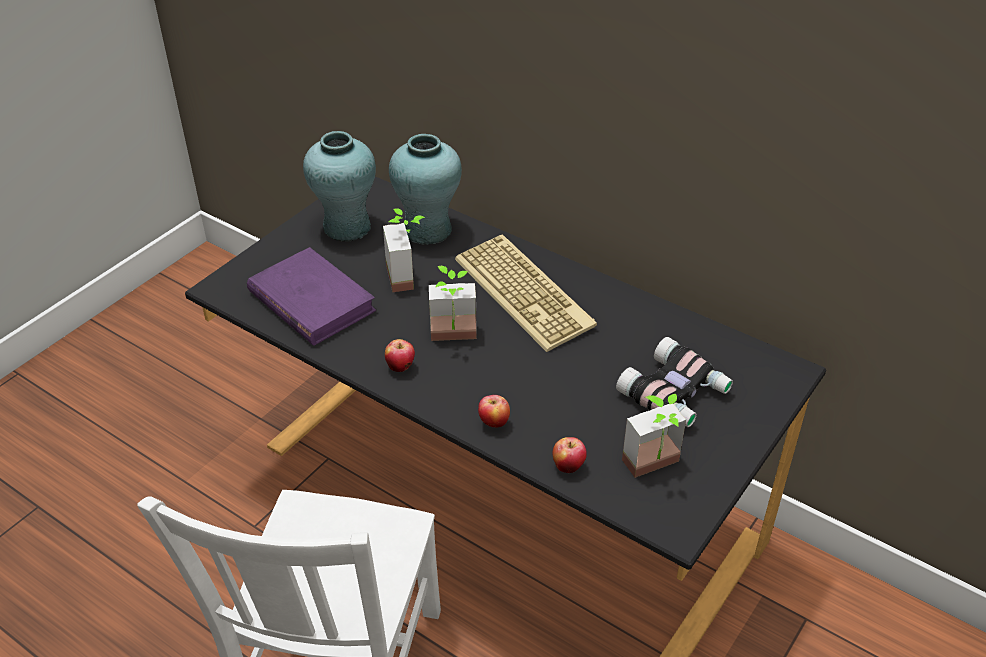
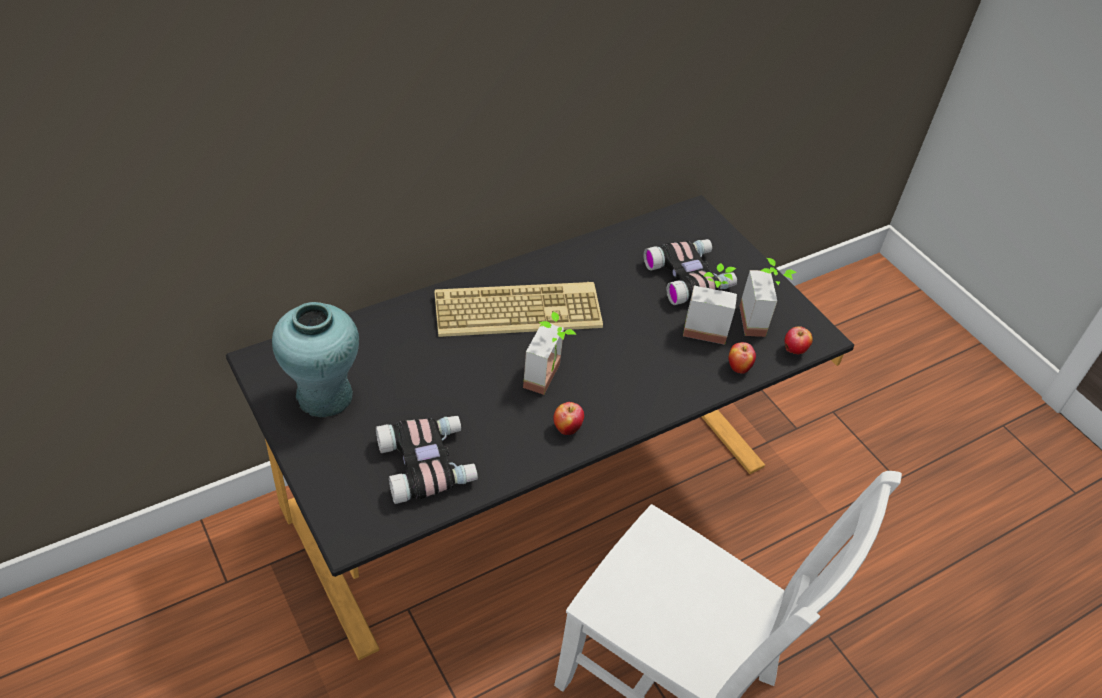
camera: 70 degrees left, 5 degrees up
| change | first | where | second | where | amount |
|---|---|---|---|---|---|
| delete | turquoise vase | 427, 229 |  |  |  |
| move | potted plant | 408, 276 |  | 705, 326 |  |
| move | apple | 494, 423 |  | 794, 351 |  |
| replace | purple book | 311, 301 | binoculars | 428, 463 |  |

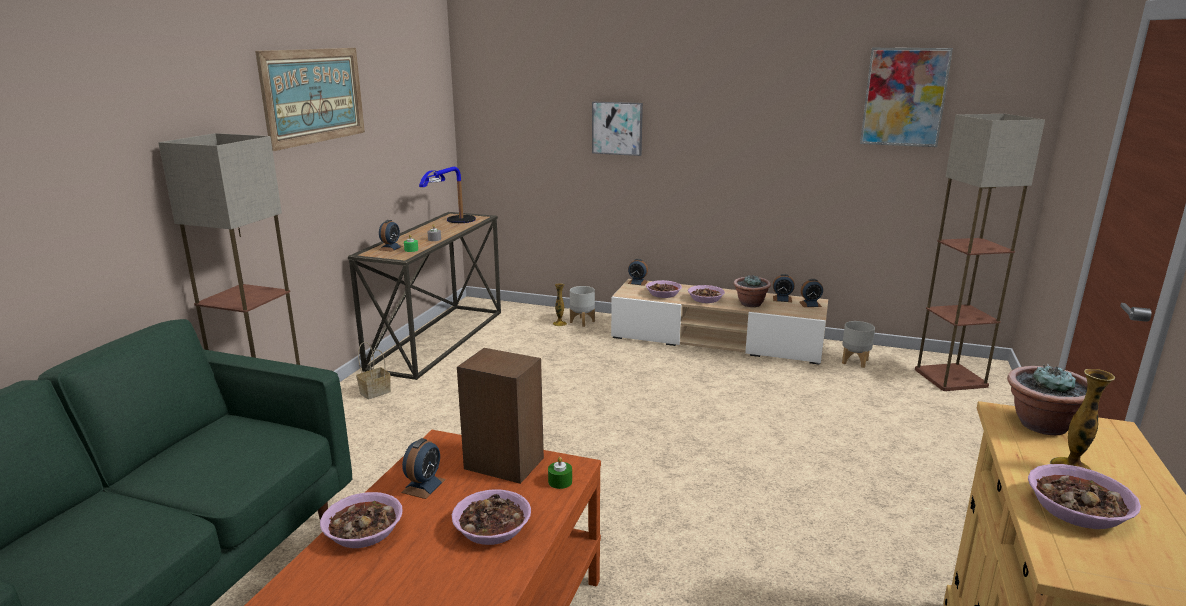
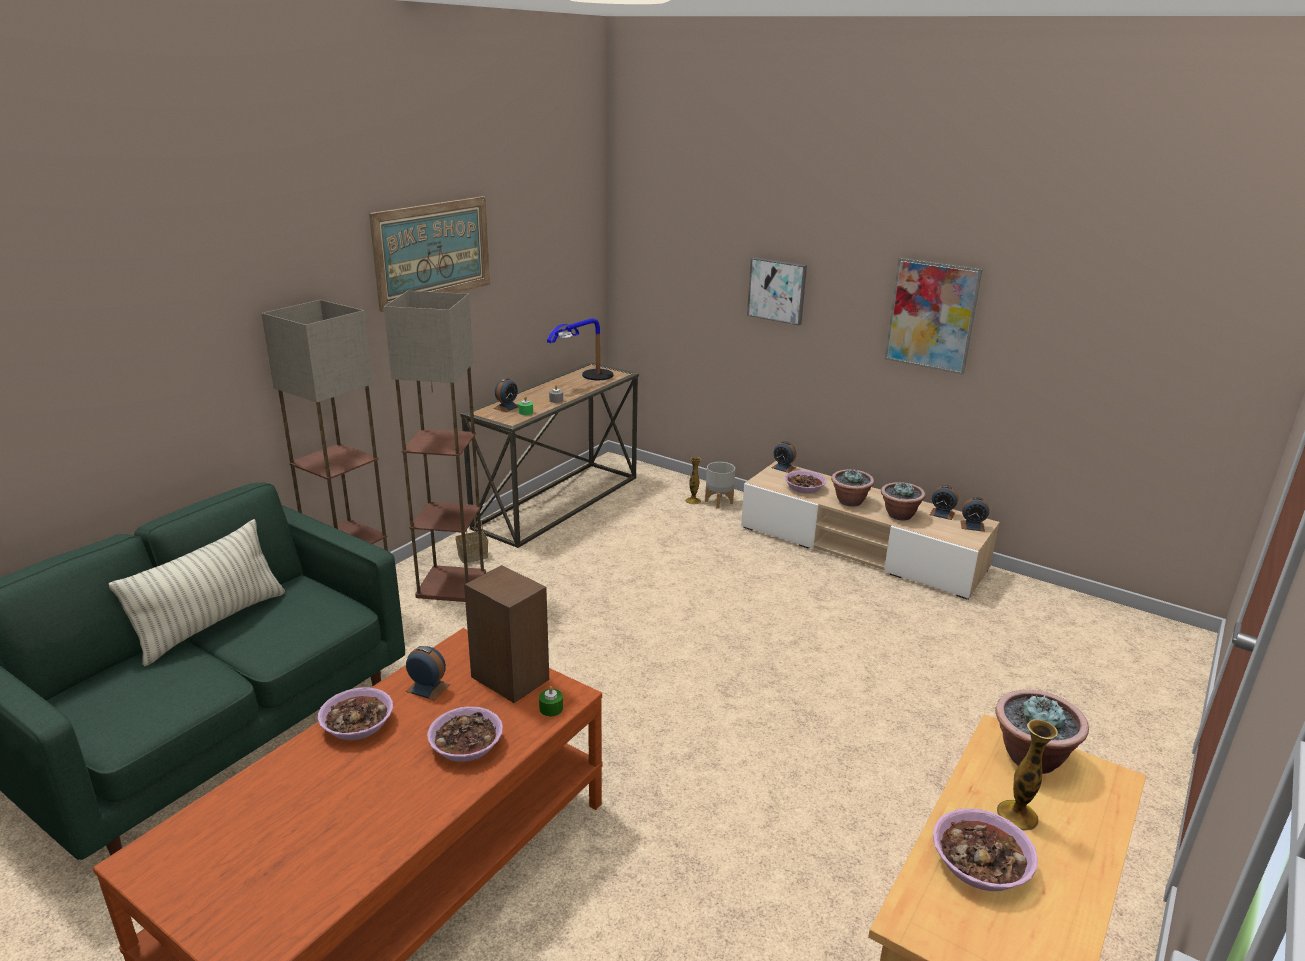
camera: 15 degrees right, 5 degrees up
| change | first | where | second | where | amount |
|---|---|---|---|---|---|
| delete | grey planter | 855, 362 |  |  |  |
| insert |  |  | pillow | 212, 624 |  |
| move | picture | 904, 97 |  | 932, 315 |  |
| move | floor lamp | 952, 378 |  | 452, 585 |  |
| replace | bowl | 705, 299 | potted plant | 850, 501 |  |
| rotate | alarm clock | 423, 486 |  | 428, 688 | 105 degrees counterclockwise |

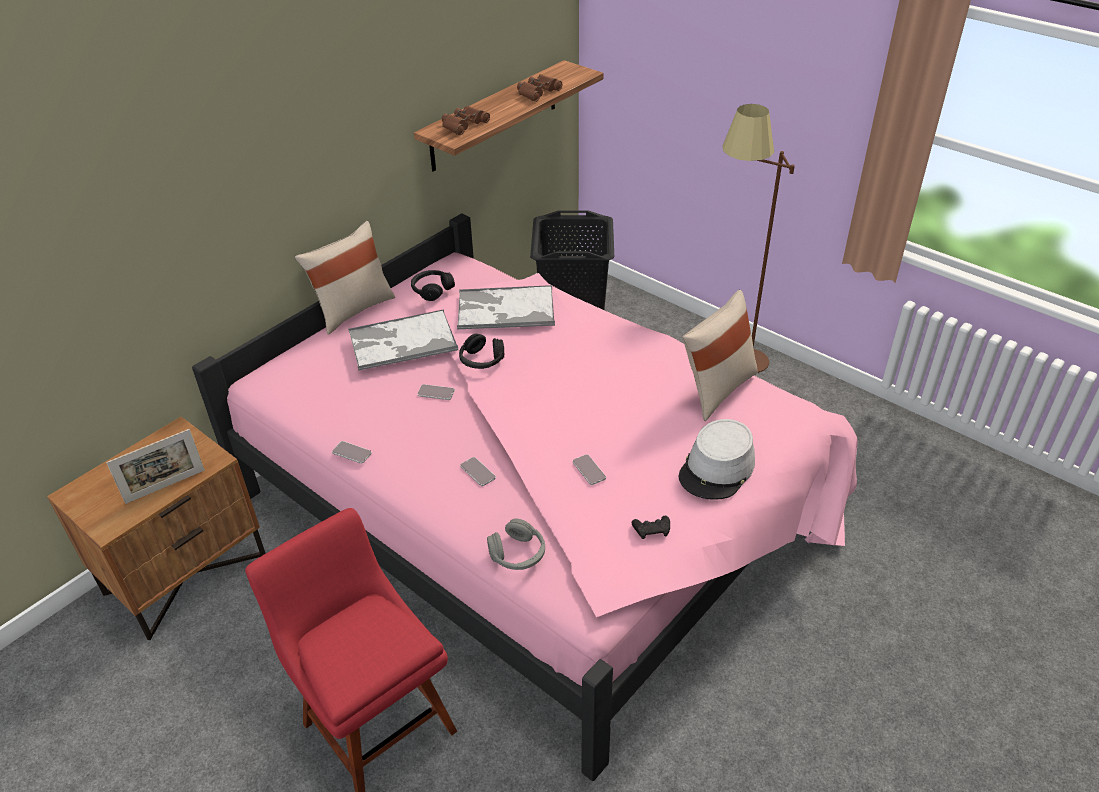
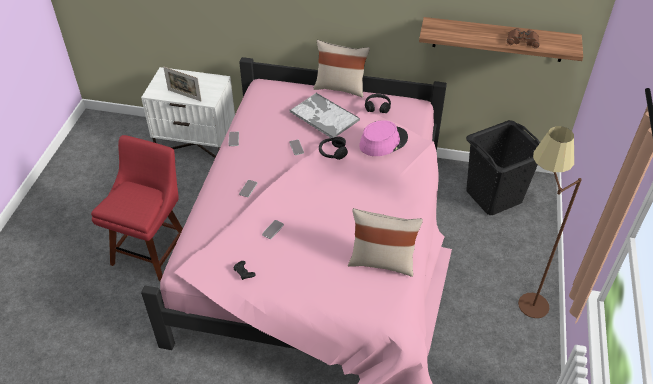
camera: 60 degrees right, 5 degrees up
| change | first | where | second | where | amount |
|---|---|---|---|---|---|
| delete | brown binoculars | 464, 124 |  |  |  |
| delete | grey headphones | 518, 554 |  |  |  |
| delete | grey hat | 717, 469 |  |  |  |
| replace | tray | 505, 309 | pink hat | 383, 142 |  |
| recolor | brown nightstand | 185, 572 | white nightstand | 196, 143 |  |

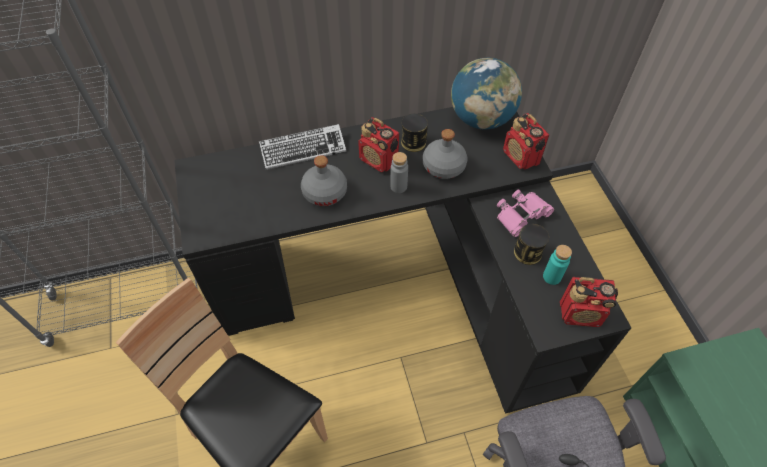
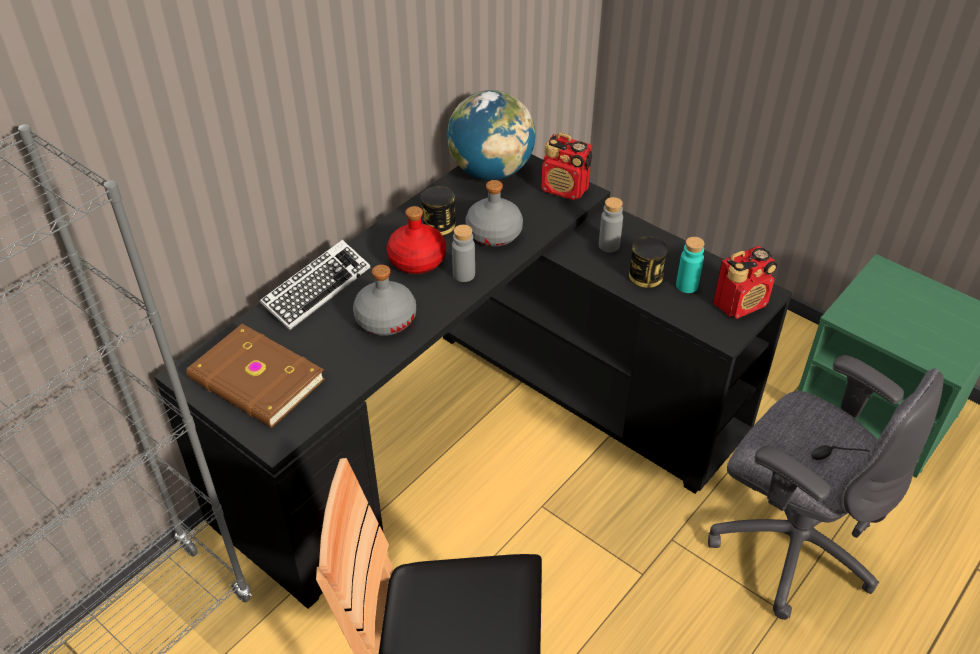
camera: 35 degrees left, 10 degrees down
| change | first | where | second | where | amount |
|---|---|---|---|---|---|
| insert |  |  | brown book | 255, 381 |  |
| replace | radio | 379, 161 | red bottle | 417, 260 |  |
| replace | pink binoculars | 521, 215 | grey bottle | 609, 245 |  |

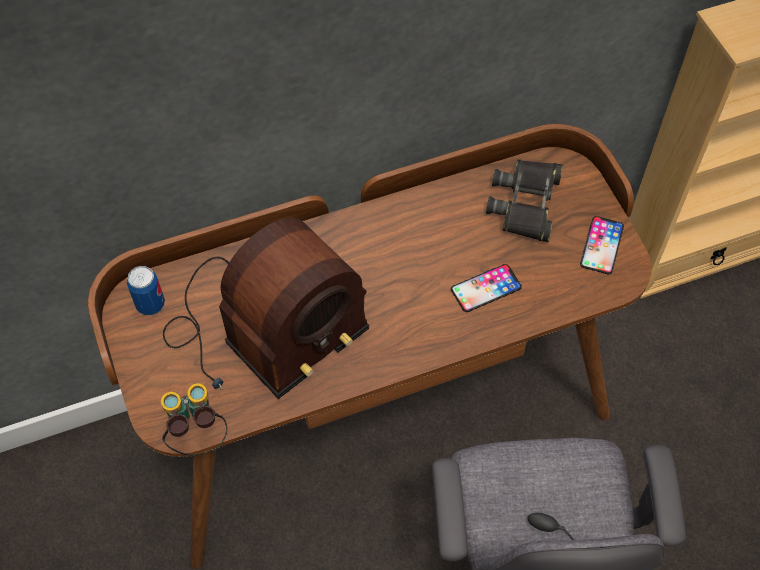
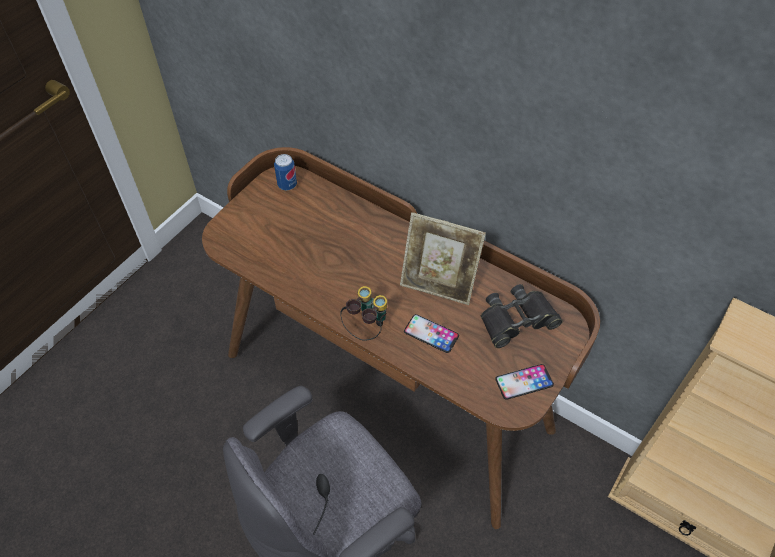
camera: 55 degrees right, 5 degrees down
| change | first | where | second | where | amount |
|---|---|---|---|---|---|
| delete | radio | 262, 330 |  |  |  |
| insert |  |  | picture frame | 438, 284 |  |
| move | binoculars | 197, 436 |  | 366, 328 |  |

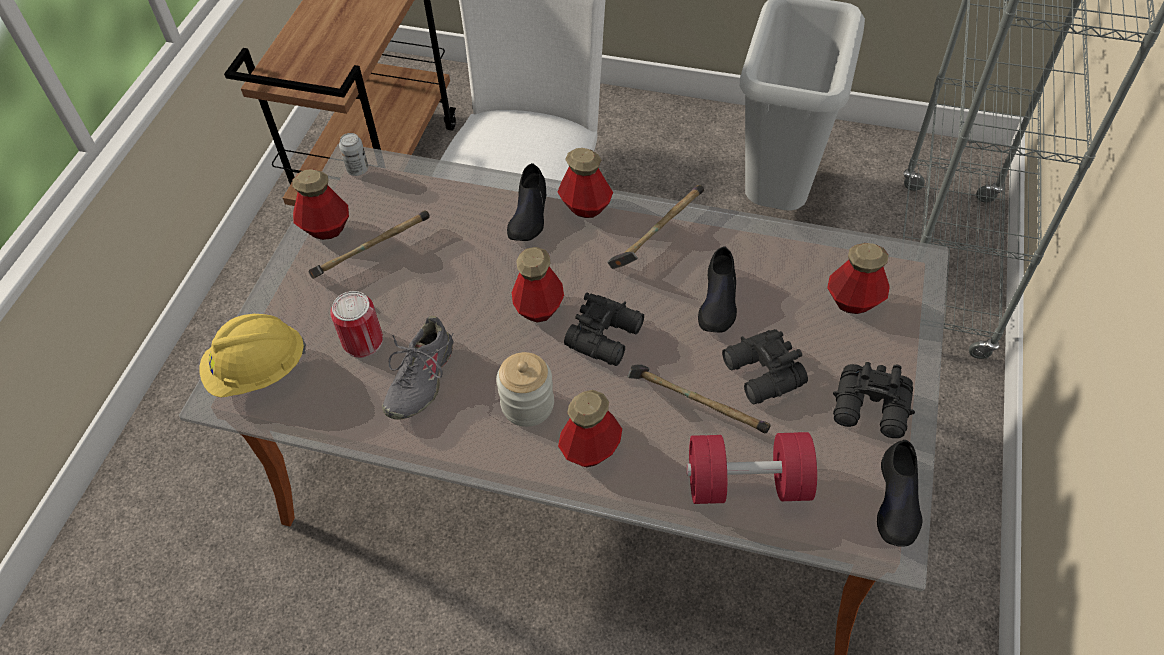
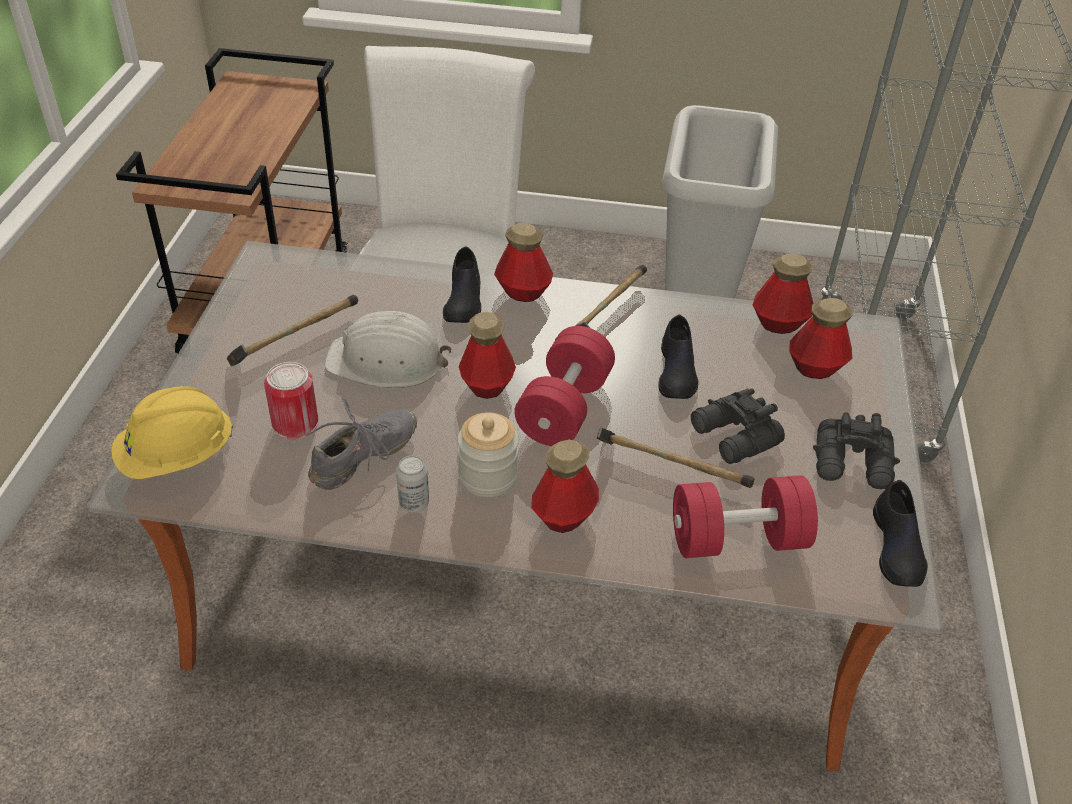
camera: 10 degrees left, 10 degrees down
| change | first | where | second | where | amount |
|---|---|---|---|---|---|
| insert |  |  | white hard hat | 387, 361 |  |
| move | bottle | 326, 228 |  | 779, 323 |  |
| move | can | 357, 169 |  | 414, 503 |  |
| replace | black binoculars | 607, 336 | red dumbbell | 564, 408 |  |
| rotate | grey shoe | 420, 379 |  | 364, 457 | 150 degrees counterclockwise |

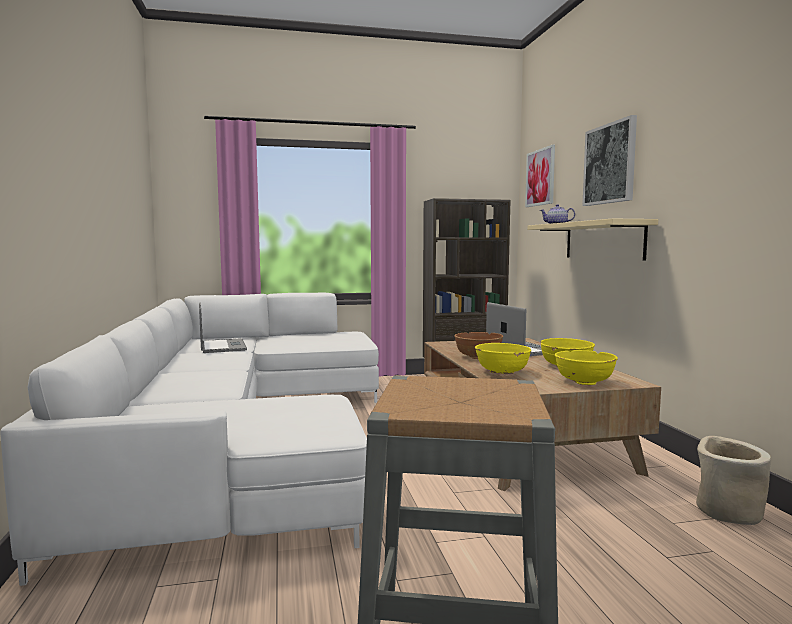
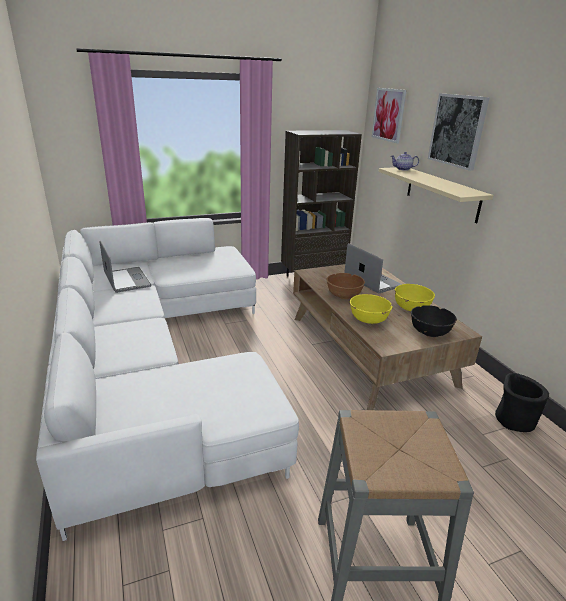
camera: 10 degrees left, 20 degrees up
| change | first | where | second | where | amount |
|---|---|---|---|---|---|
| recolor | yellow bowl | 584, 381 | black bowl | 429, 332 |  |
| recolor | beige planter | 726, 511 | black planter | 513, 420 |  |

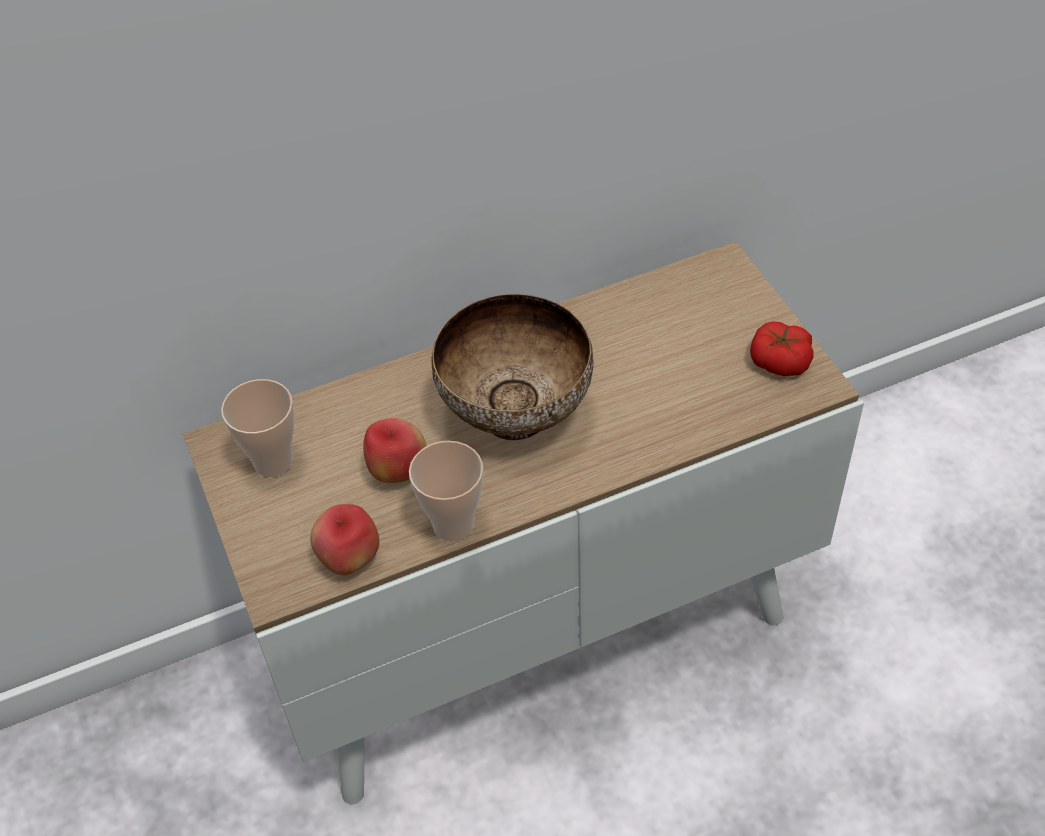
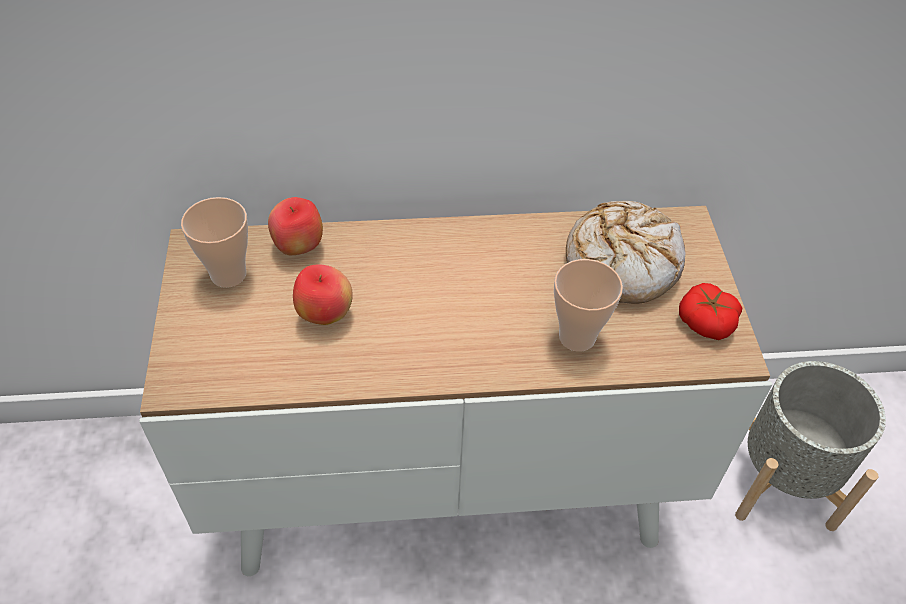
camera: 15 degrees right, 0 degrees up
| change | first | where | second | where | amount |
|---|---|---|---|---|---|
| delete | bowl | 518, 414 |  |  |  |
| insert |  |  | bread | 621, 262 |  |
| insert |  |  | grey planter | 780, 480 |  |
| move | apple | 349, 560 |  | 298, 247 |  |
| move | cup | 453, 525 |  | 577, 337 |  |

